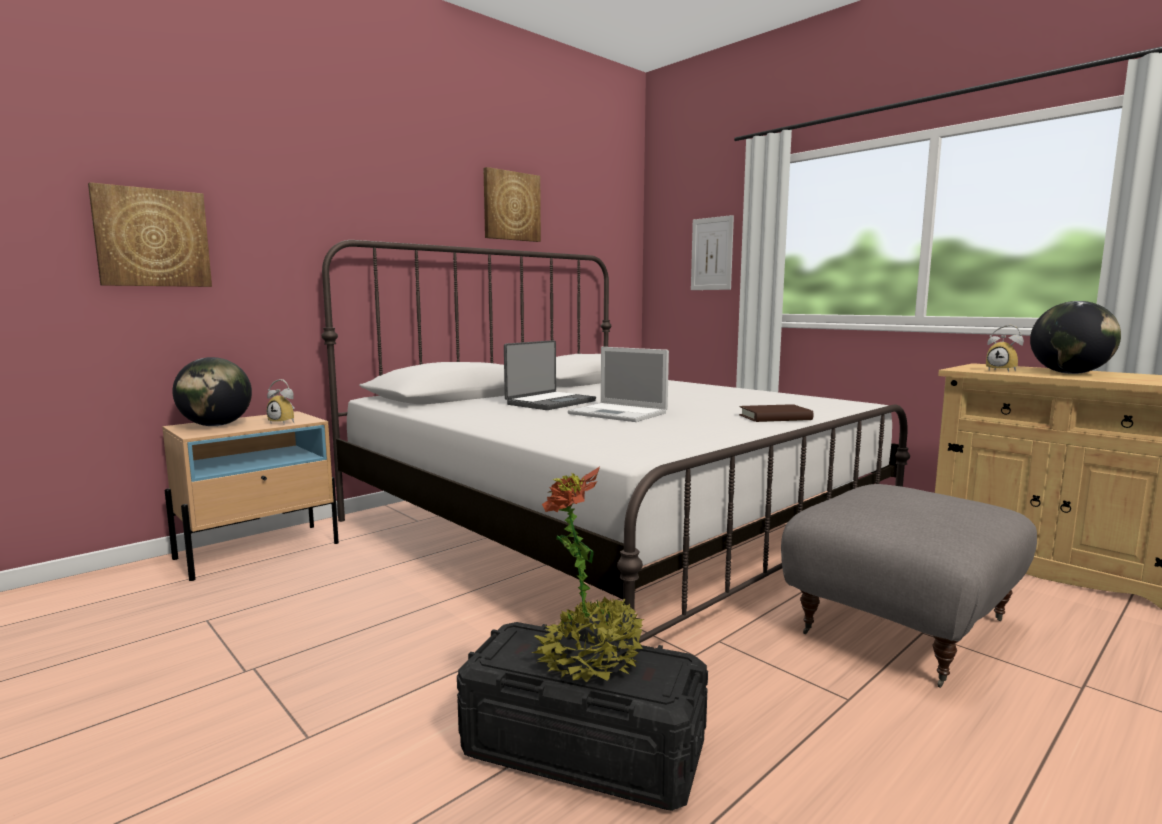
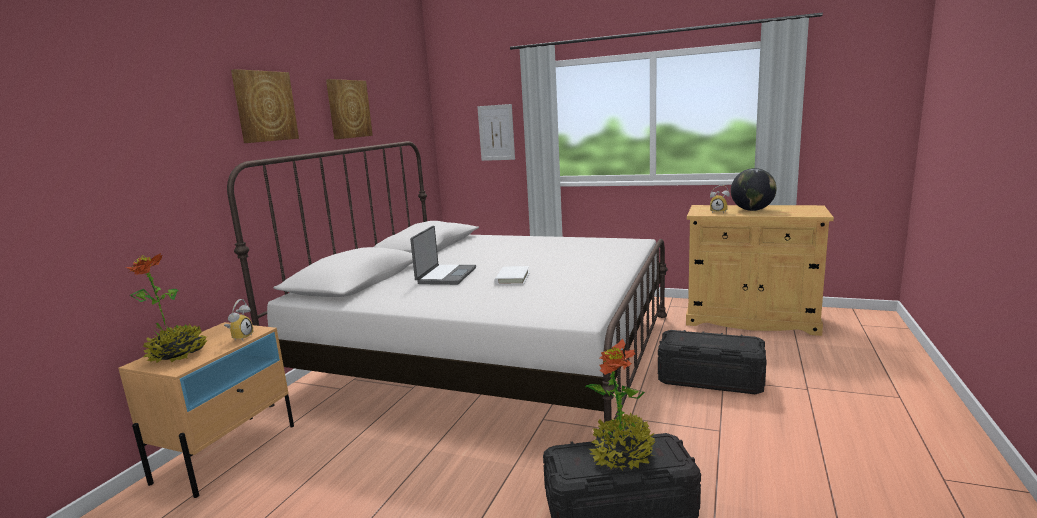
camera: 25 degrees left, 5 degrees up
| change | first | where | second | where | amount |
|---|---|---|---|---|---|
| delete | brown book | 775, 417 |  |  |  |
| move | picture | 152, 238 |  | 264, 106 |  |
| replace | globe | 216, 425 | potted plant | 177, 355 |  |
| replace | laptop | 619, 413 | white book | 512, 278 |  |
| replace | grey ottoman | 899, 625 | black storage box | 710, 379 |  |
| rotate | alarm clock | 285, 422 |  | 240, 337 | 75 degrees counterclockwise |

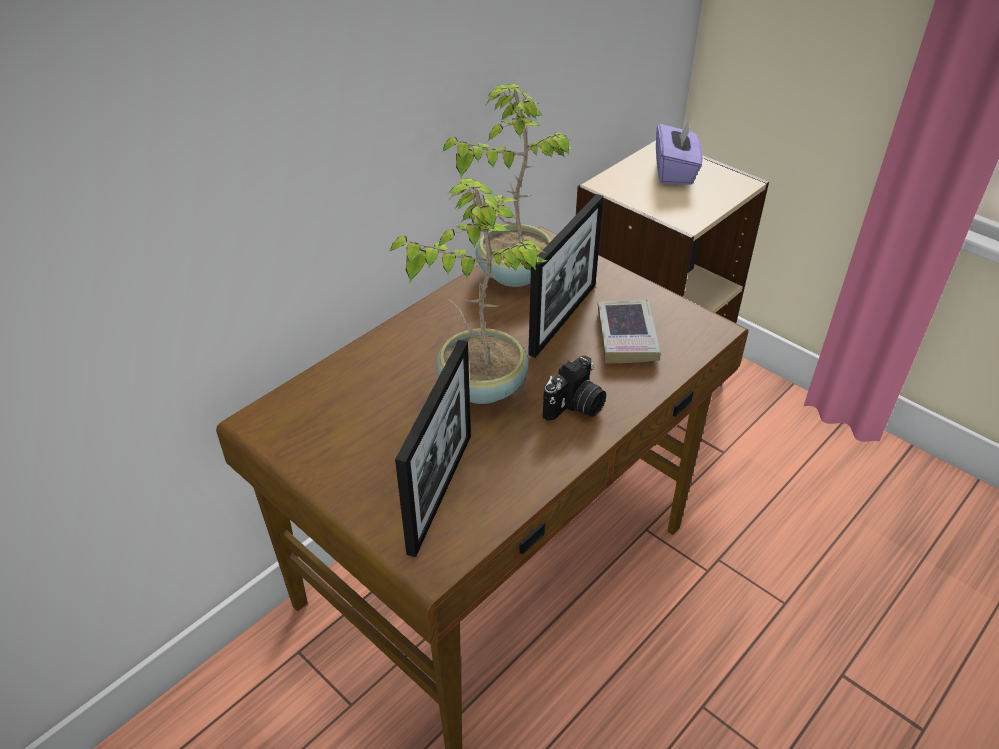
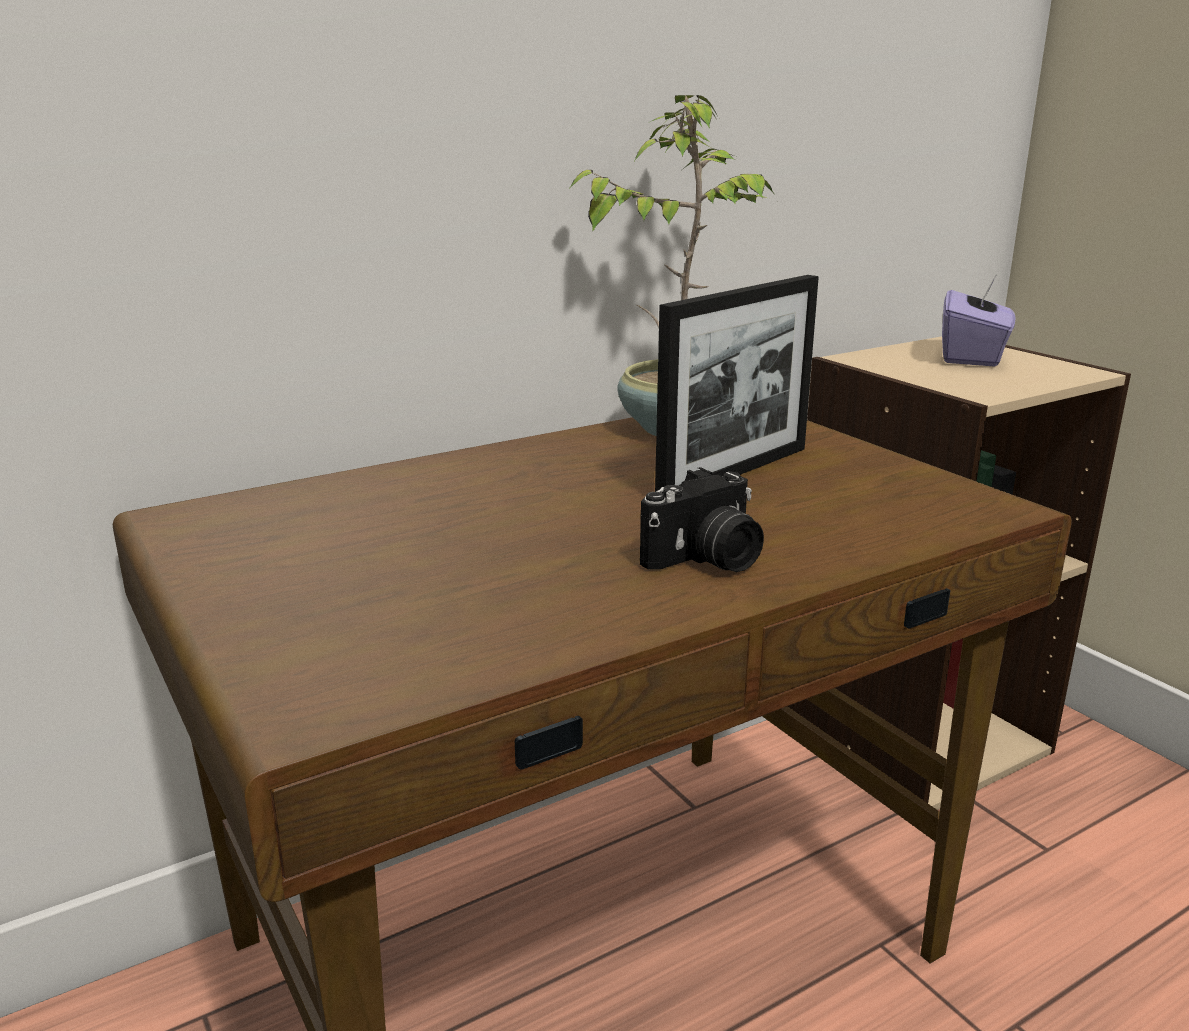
camera: 15 degrees right, 20 degrees down
| change | first | where | second | where | amount |
|---|---|---|---|---|---|
| delete | potted plant | 481, 385 |  |  |  |
| delete | picture frame | 440, 491 |  |  |  |
| delete | book | 627, 336 |  |  |  |

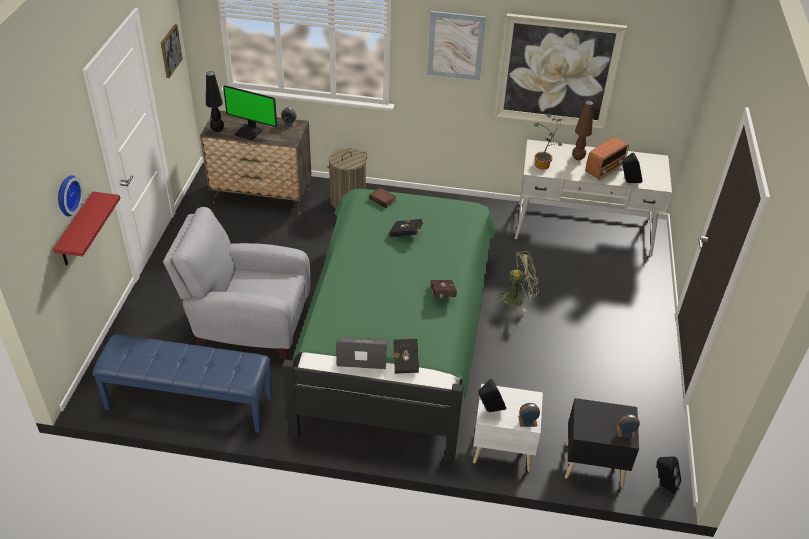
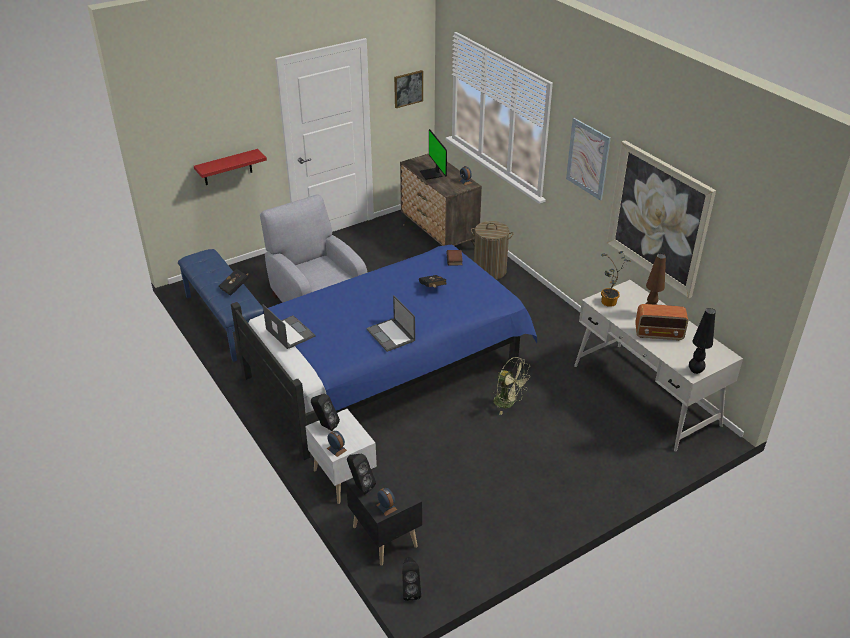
camera: 50 degrees right, 5 degrees down
| change | first | where | second | where | amount |
|---|---|---|---|---|---|
| delete | wall clock | 66, 195 |  |  |  |
| move | black table lamp | 217, 130 |  | 695, 371 |  |
| move | black book | 406, 361 |  | 236, 287 |  |
| move | black speaker | 628, 182 |  | 360, 486 |  |
| replace | red book | 442, 296 | laptop | 391, 335 |  |
| recolor | green bed | 397, 335 | blue bed | 390, 367 |  |

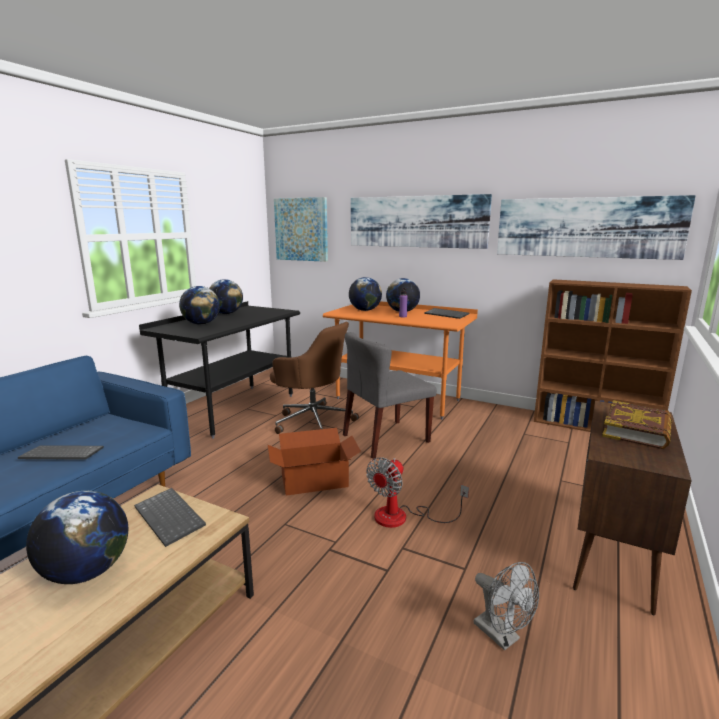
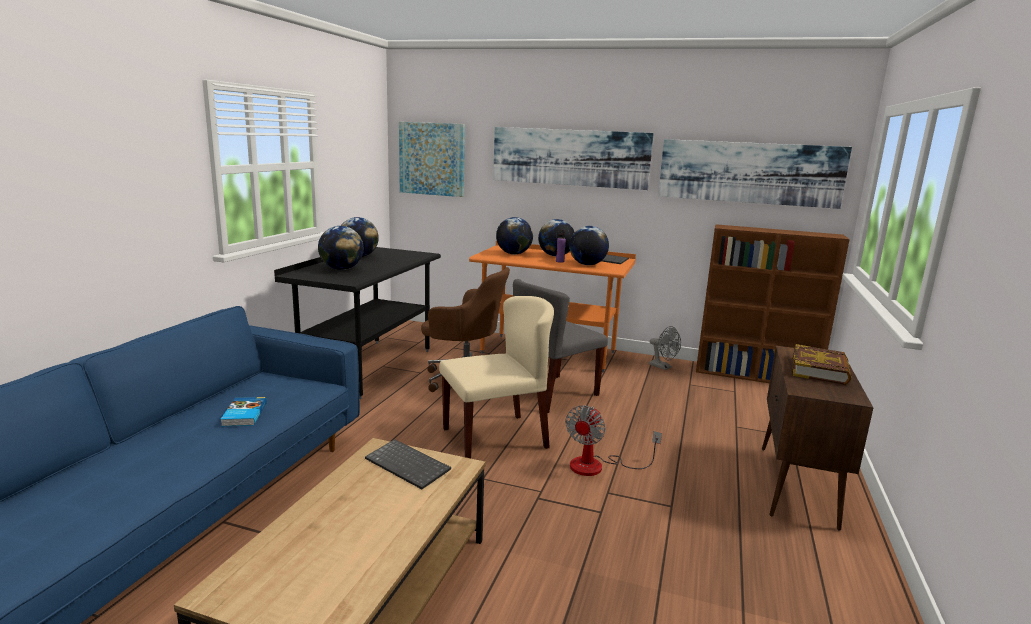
camera: 10 degrees left, 0 degrees up
| change | first | where | second | where | amount |
|---|---|---|---|---|---|
| move | globe | 86, 572 |  | 587, 264 |  |
| move | grey fan | 502, 636 |  | 663, 367 |  |
| replace | keyboard | 60, 455 | book | 243, 414 |  |
| replace | cardboard box | 315, 481 | beige chair | 495, 437 |  |

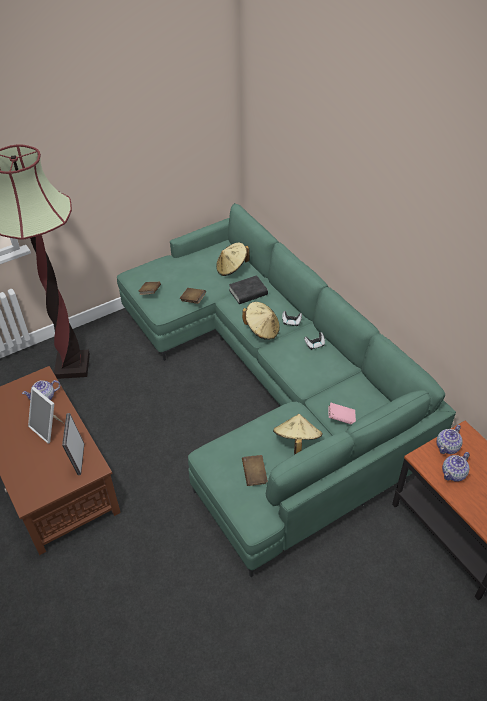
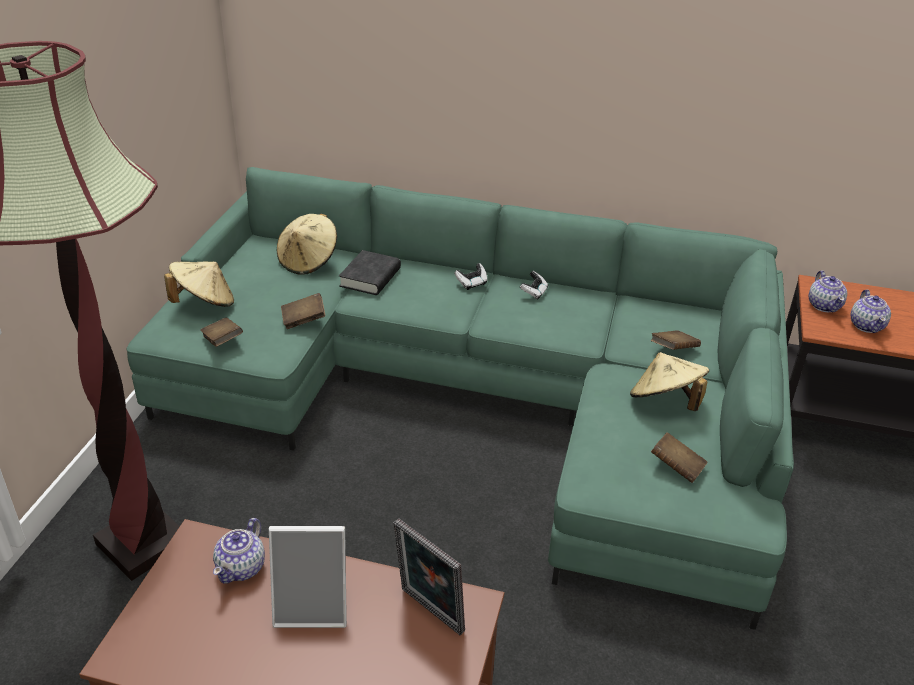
camera: 45 degrees left, 10 degrees down
| change | first | where | second | where | amount |
|---|---|---|---|---|---|
| move | beige hat | 262, 330 |  | 204, 303 |  |
| recolor | pink book | 341, 418 | brown book | 673, 350 |  |

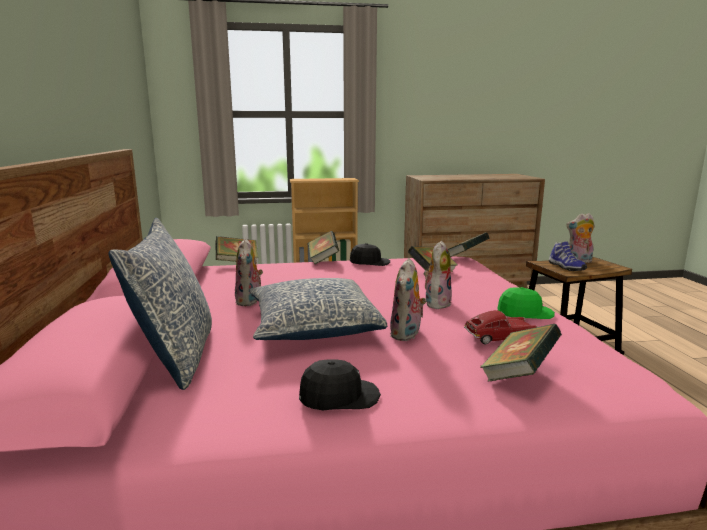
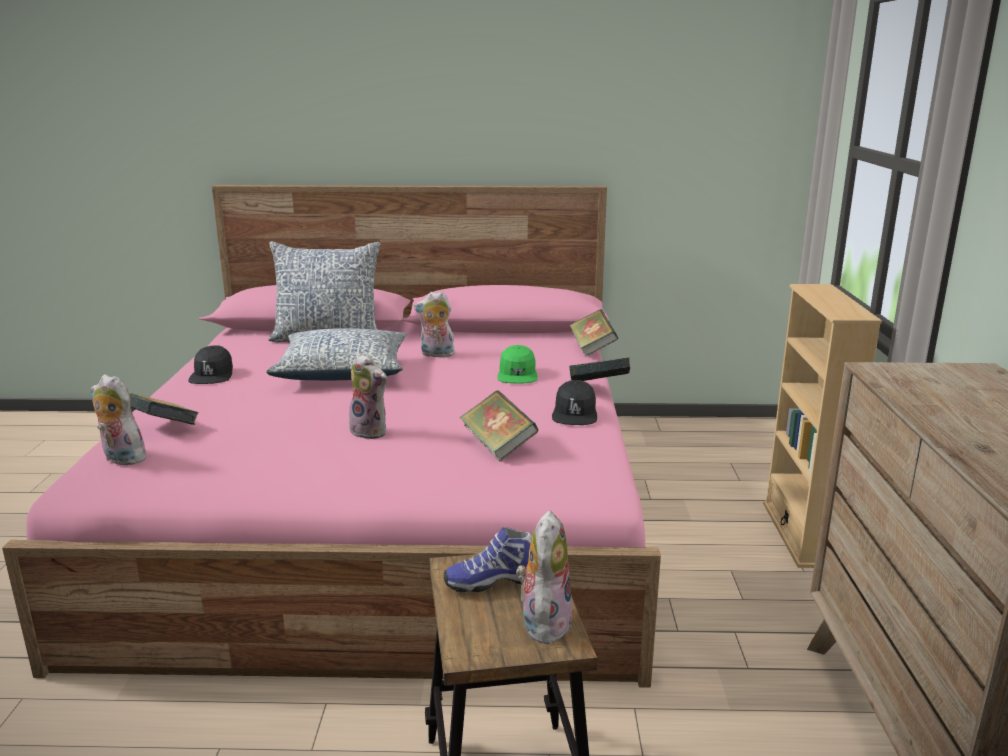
camera: 100 degrees right, 5 degrees up
| change | first | where | second | where | amount |
|---|---|---|---|---|---|
| delete | book | 465, 257 |  |  |  |
| delete | toy car | 500, 337 |  |  |  |
| move | plush toy | 407, 334 |  | 121, 459 |  |
| move | green cap | 524, 313 |  | 517, 374 |  |

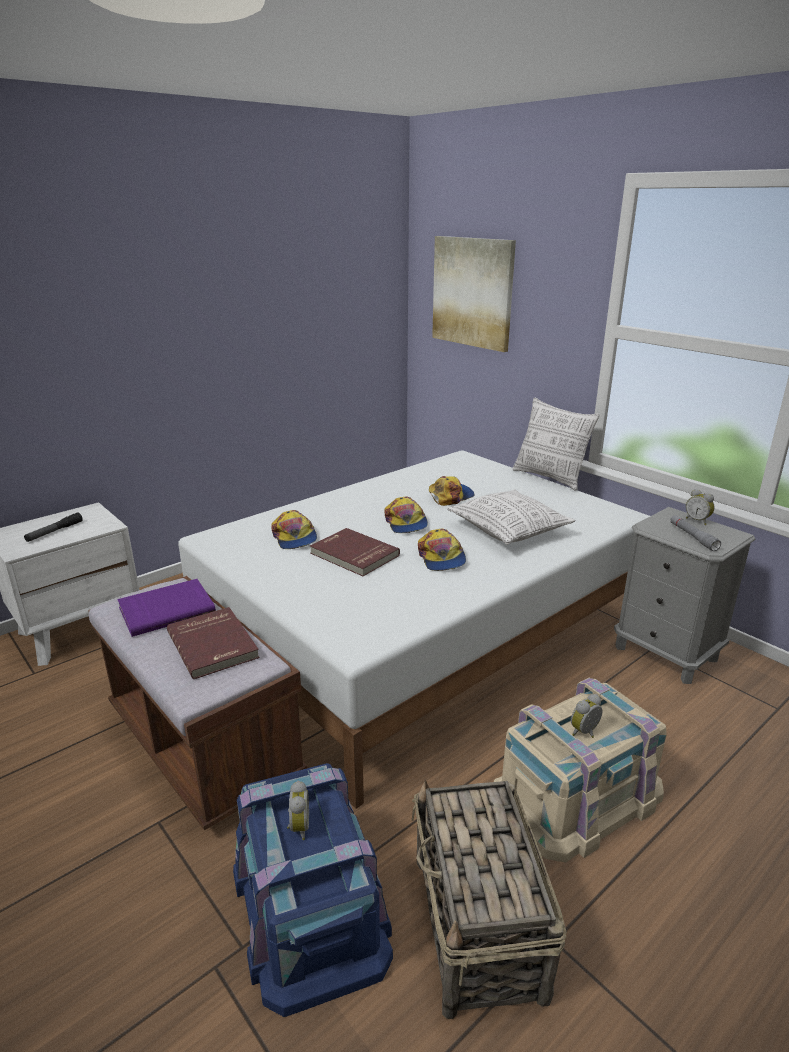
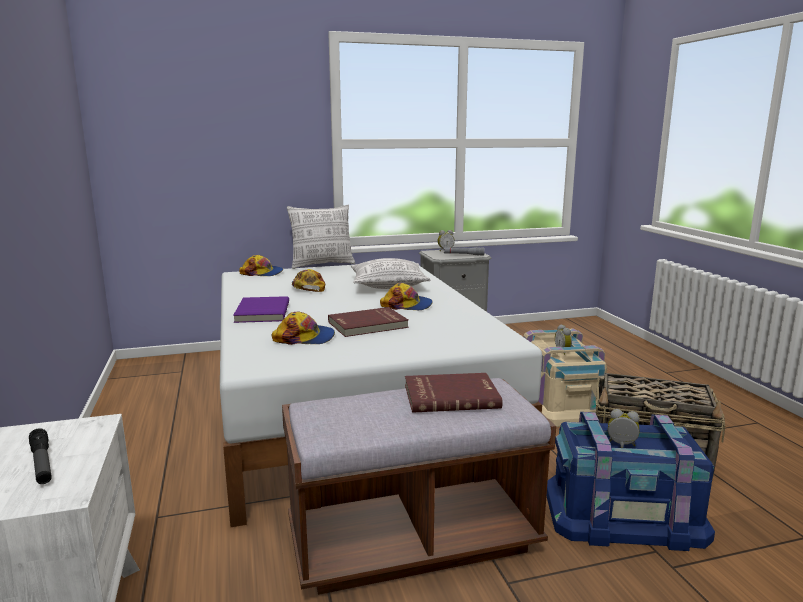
camera: 65 degrees left, 10 degrees down
| change | first | where | second | where | amount |
|---|---|---|---|---|---|
| delete | picture | 473, 292 |  |  |  |
| move | purple book | 166, 609 |  | 261, 312 |  |
| move | cap | 406, 523 |  | 262, 273 |  |

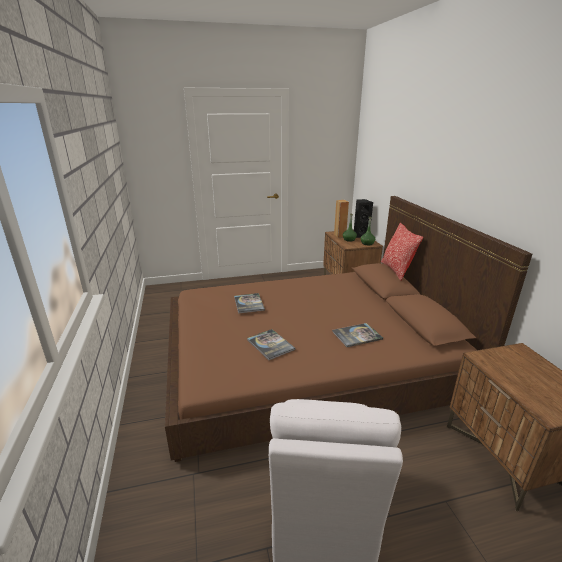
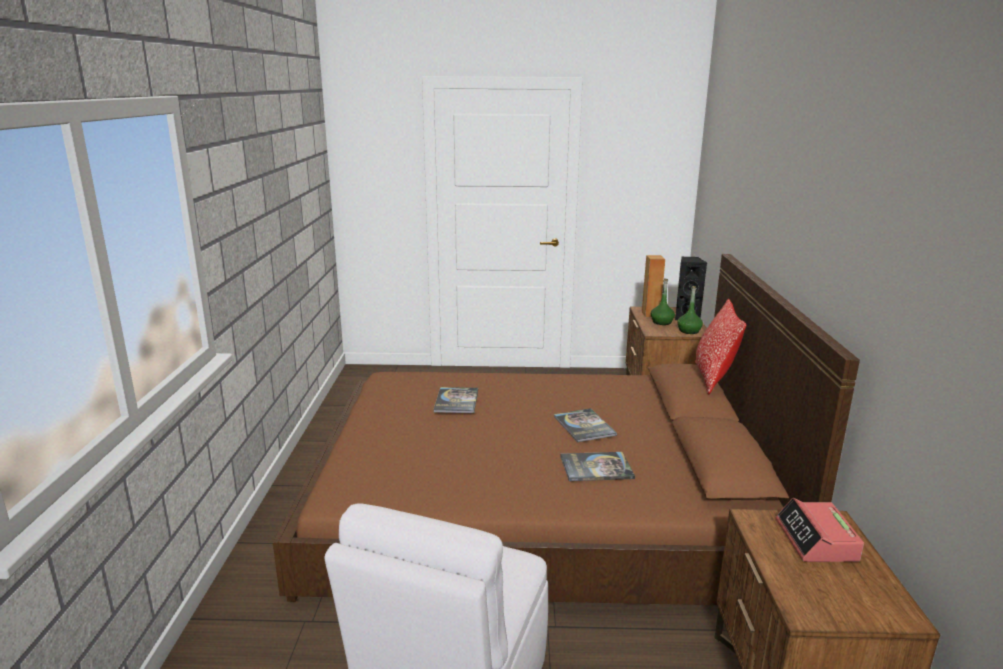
camera: 15 degrees right, 5 degrees down
| change | first | where | second | where | amount |
|---|---|---|---|---|---|
| insert |  |  | alarm clock | 816, 541 |  |
| move | book | 270, 344 |  | 584, 426 |  |

